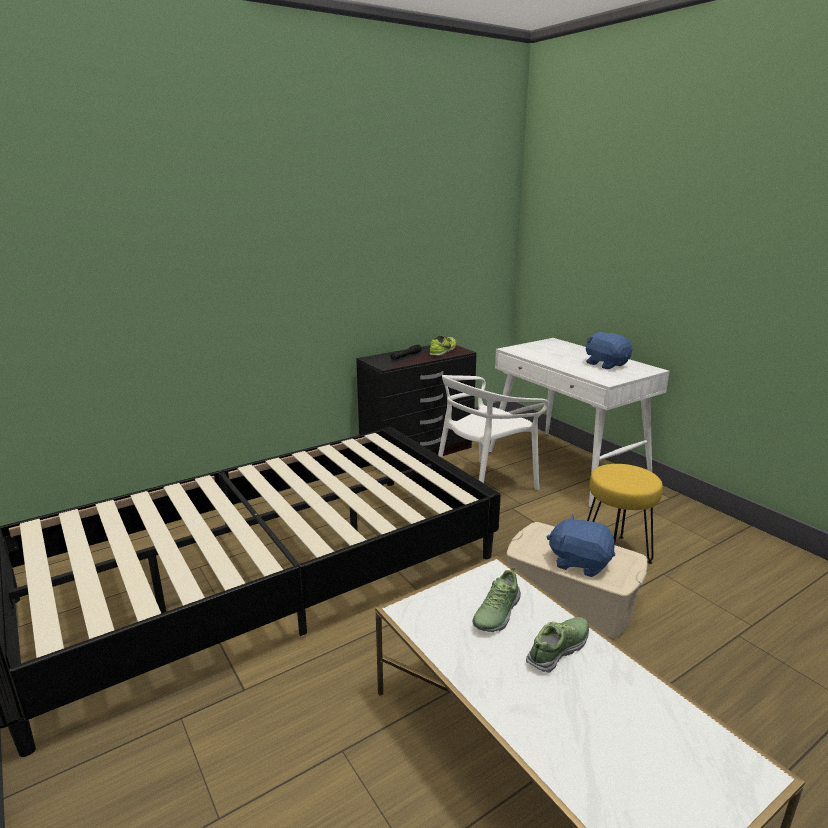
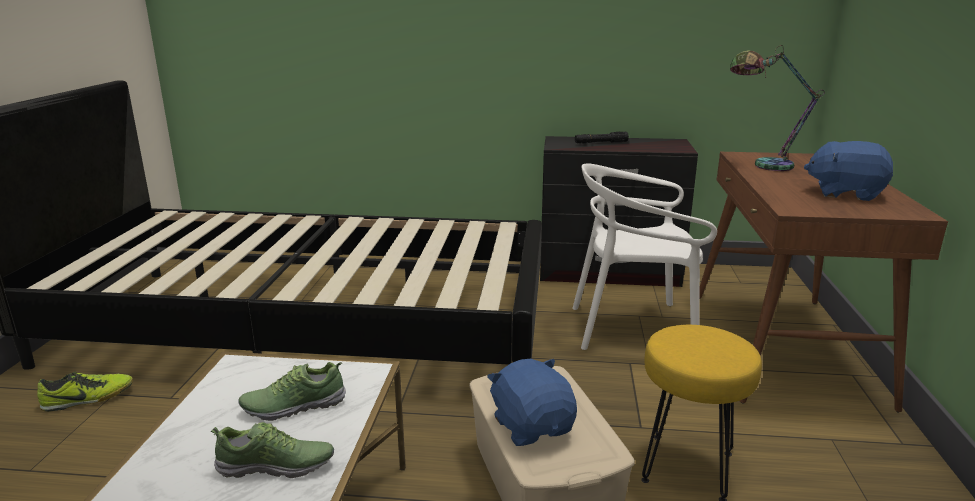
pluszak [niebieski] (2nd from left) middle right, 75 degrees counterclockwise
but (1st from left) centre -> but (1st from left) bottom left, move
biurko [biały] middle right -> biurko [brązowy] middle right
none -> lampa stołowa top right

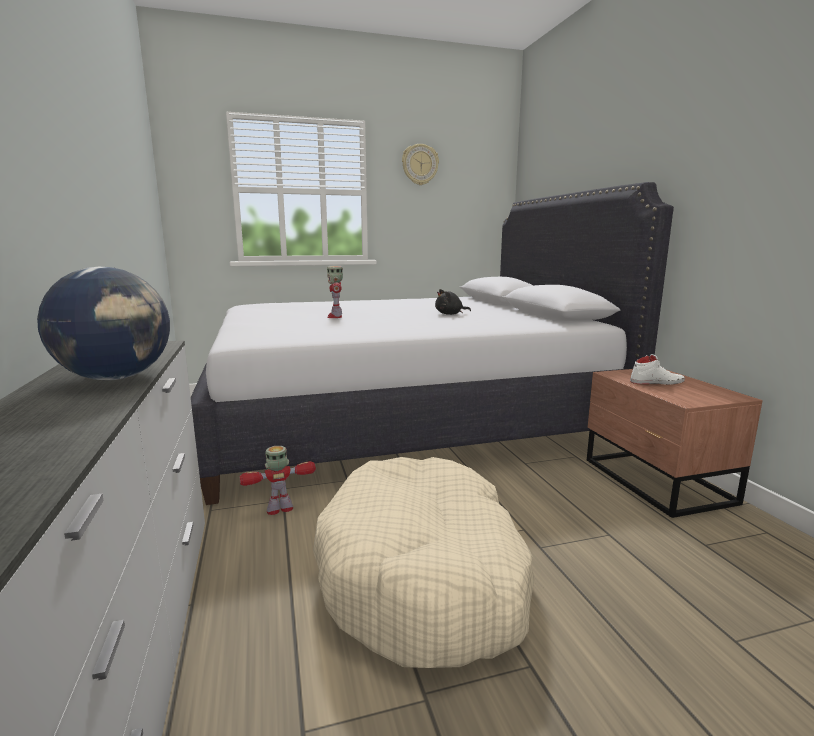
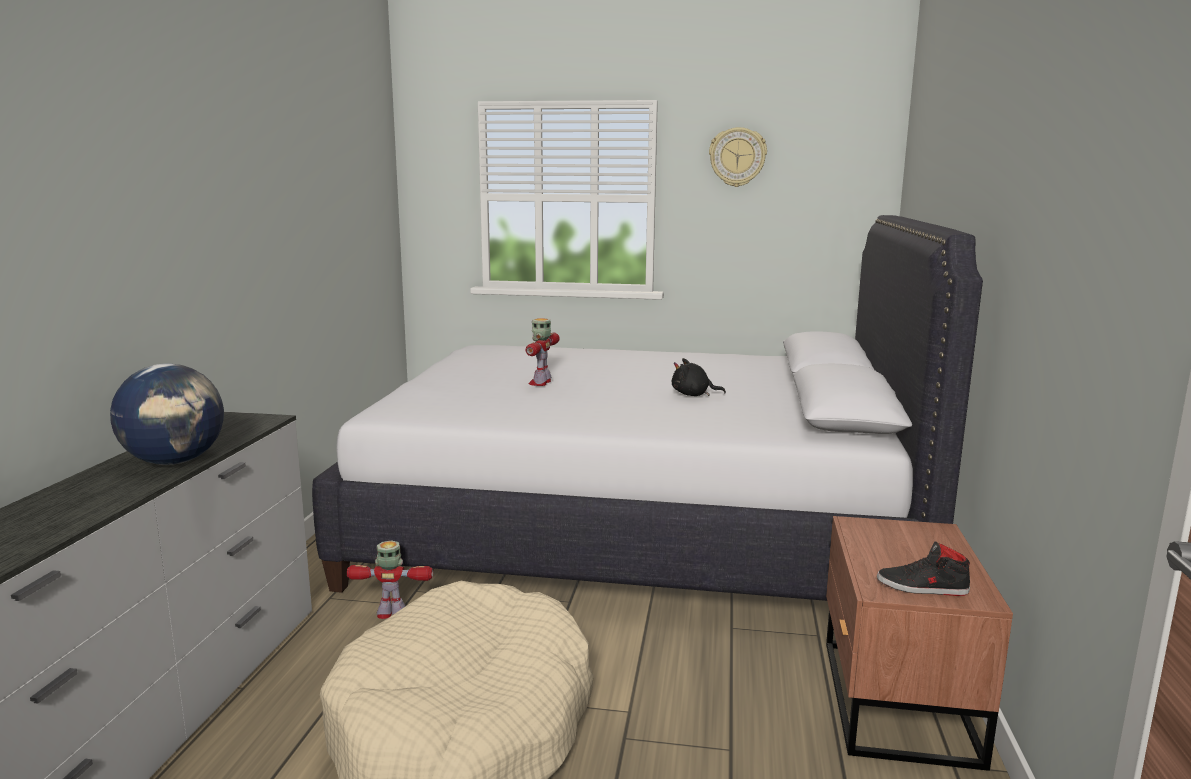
but [biały] middle right -> none
none -> but [czarny] bottom right

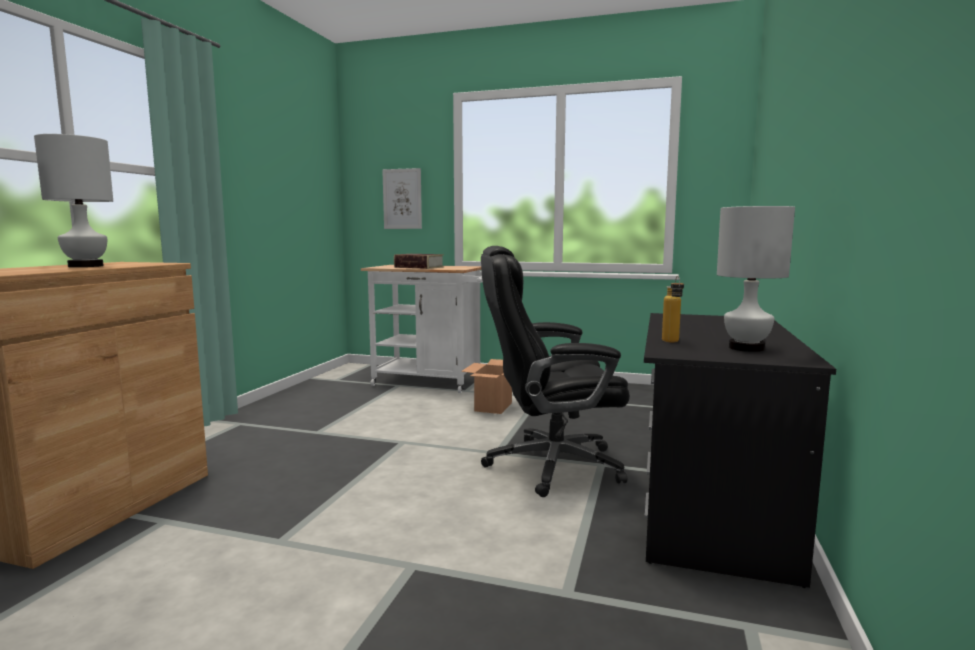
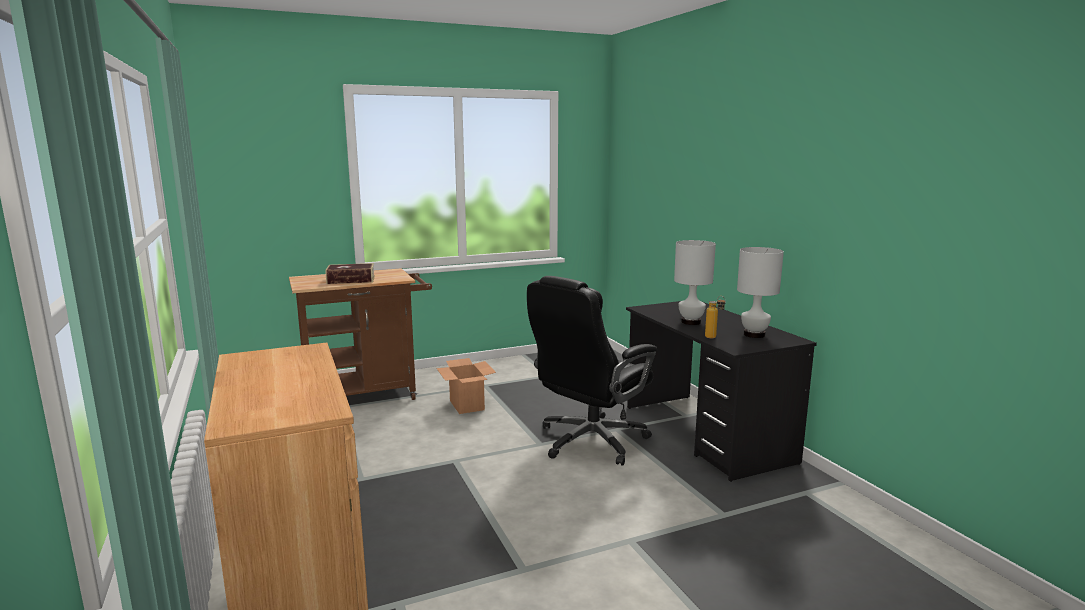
lampa stołowa [biały] (1st from left) top left -> lampa stołowa [biały] (1st from left) centre, move
obraz top centre -> none
wózek [biały] centre -> wózek [brązowy] middle left

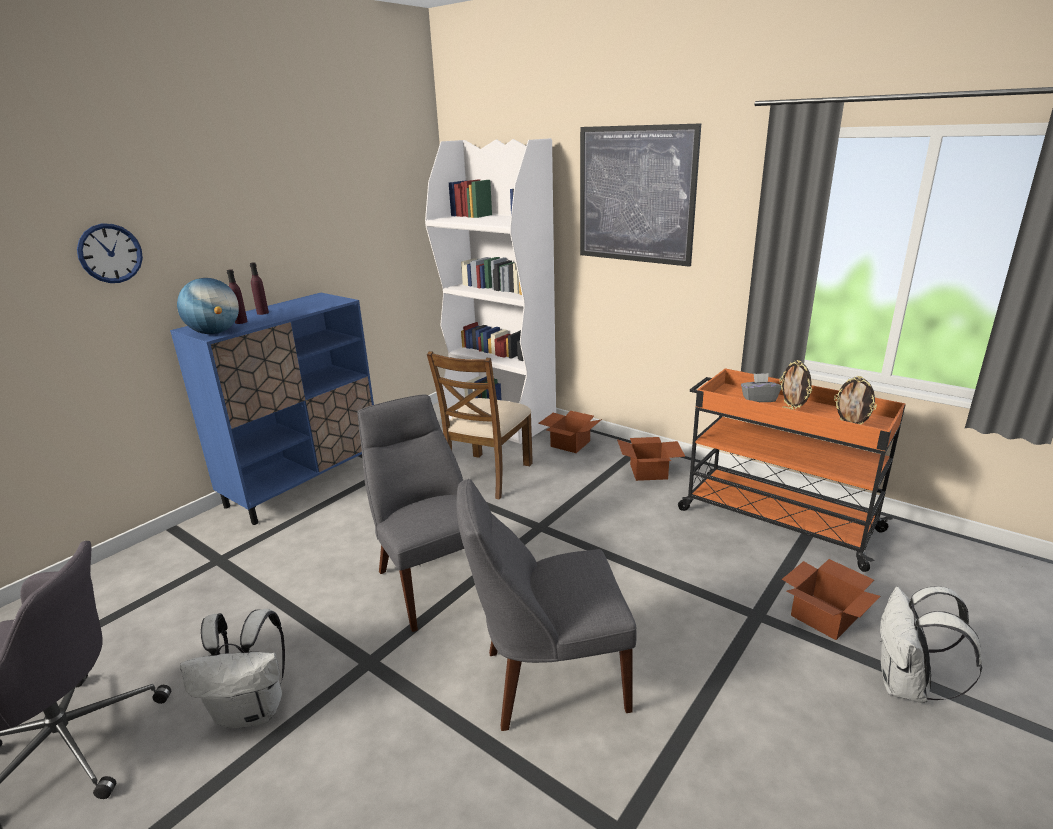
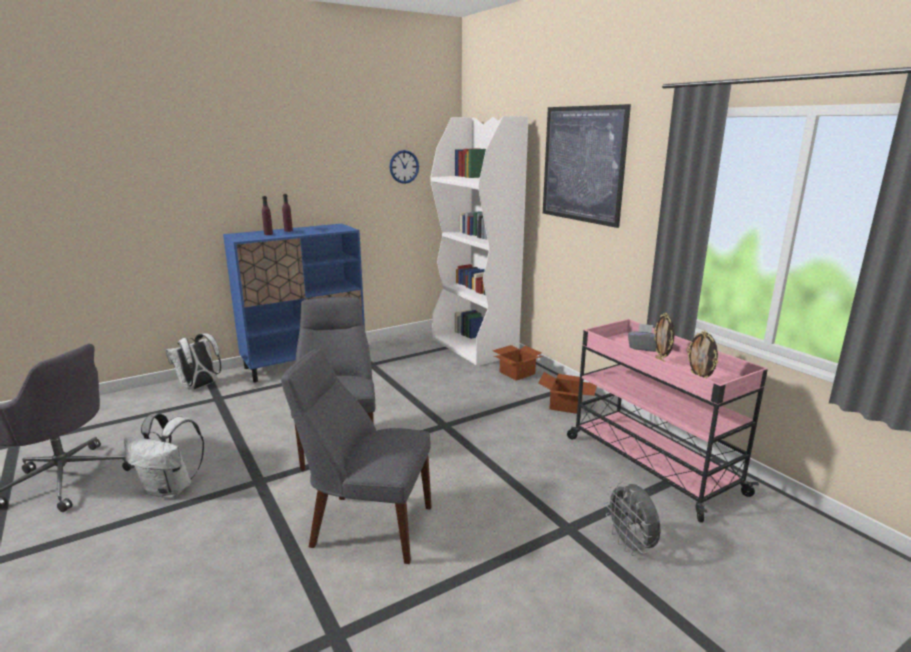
zegar ścienny top left -> zegar ścienny top centre, move
globus middle left -> none
krzesło [brązowy] centre -> none
wózek [pomarańczowy] middle right -> wózek [różowy] middle right
karton (3rd from left) bottom right -> wentylator [szary] bottom right
plecak [biały] (2nd from left) bottom right -> plecak [biały] (2nd from left) middle left, move

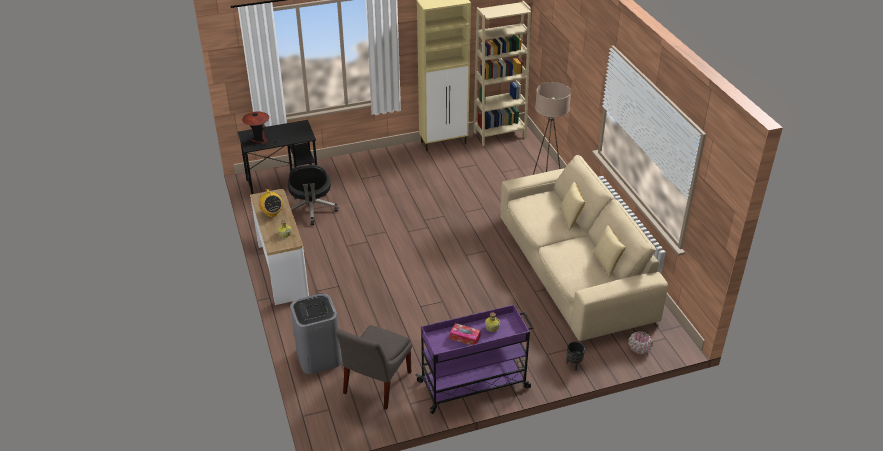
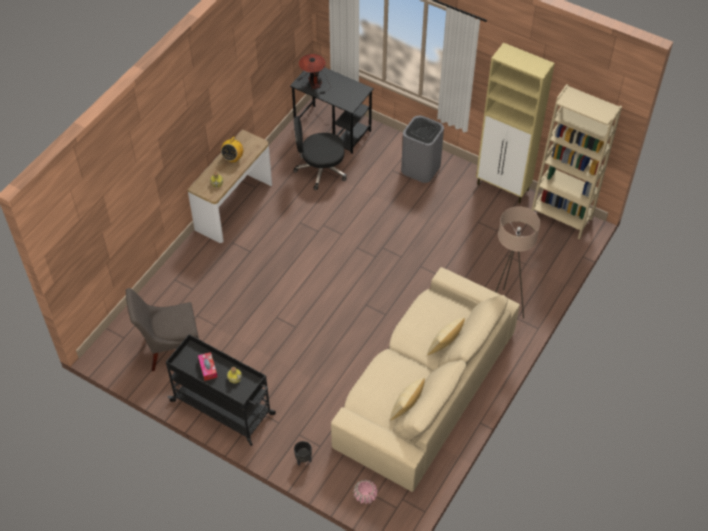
krzesło biurowe [czarny] centre -> krzesło biurowe [czarny] top centre, 45 degrees clockwise
kosz na śmieci [szary] bottom centre -> kosz na śmieci [szary] top centre, move
wózek [fioletowy] bottom centre -> wózek [czarny] bottom left

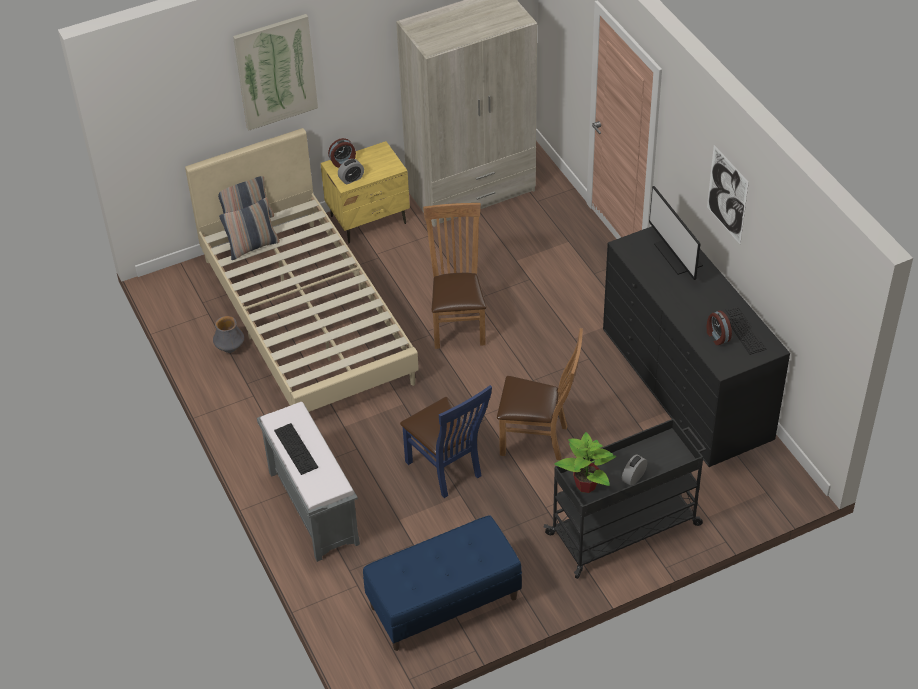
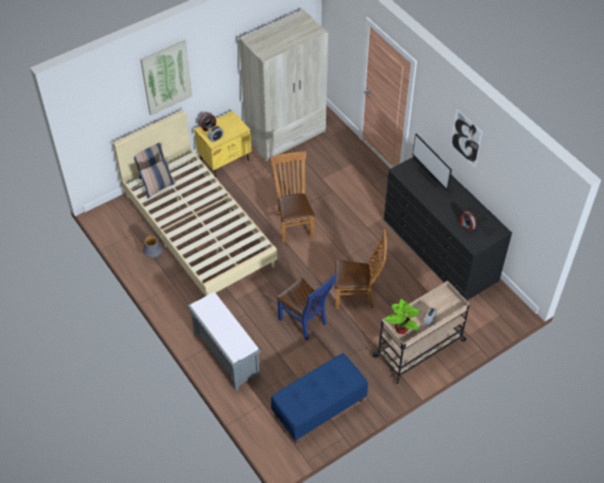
wózek [czarny] bottom right -> wózek [beżowy] bottom right
klawiatura (1st from left) middle left -> none

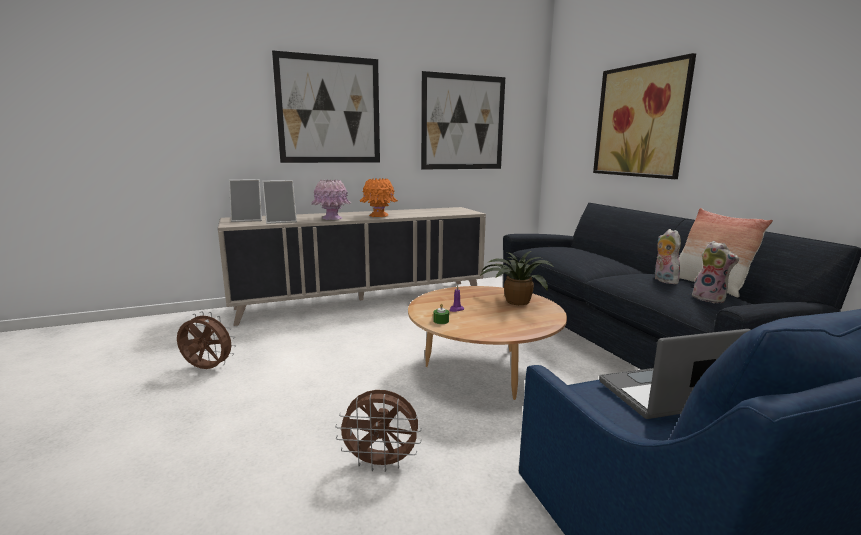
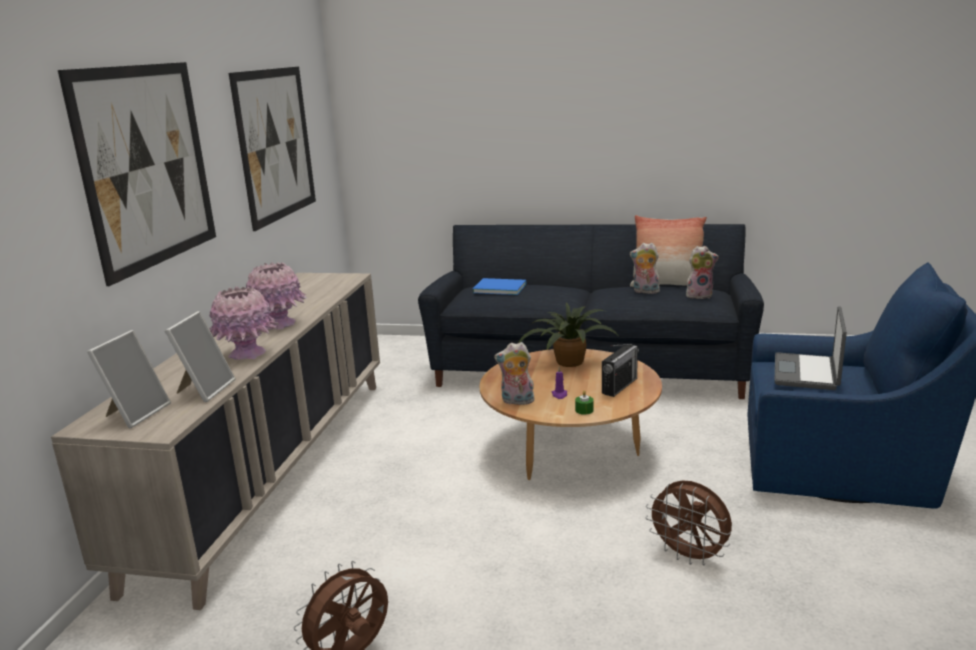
obraz (3rd from left) top right -> none
wazon [pomarańczowy] centre -> wazon [różowy] (2nd from left) middle left
wentylator [brązowy] (2nd from left) bottom centre -> wentylator [brązowy] (2nd from left) bottom right, 90 degrees clockwise
none -> książka [niebieski] centre
none -> pluszak (1st from left) centre
none -> radio centre

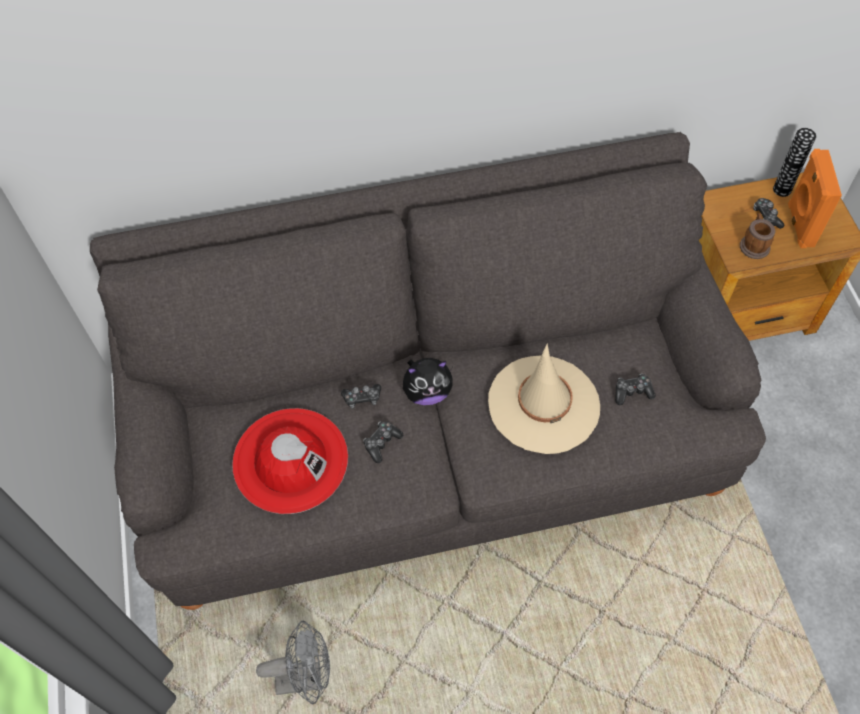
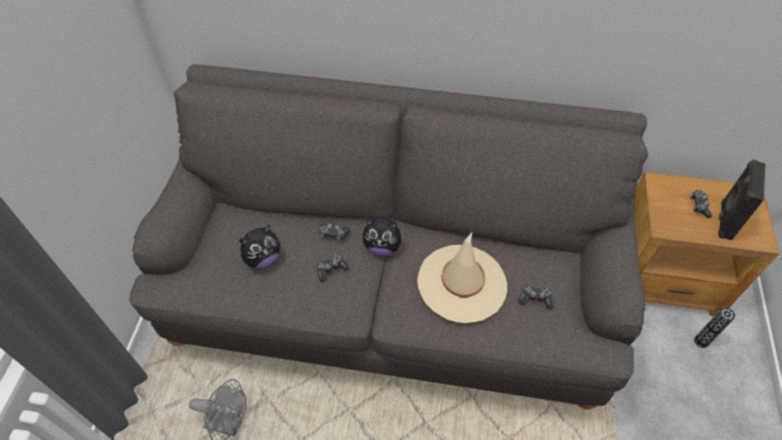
wazon top right -> wazon bottom right, move
głośnik [pomarańczowy] top right -> głośnik [czarny] middle right
kubek top right -> none
kapelusz [czerwony] centre -> pluszak (1st from left) middle left

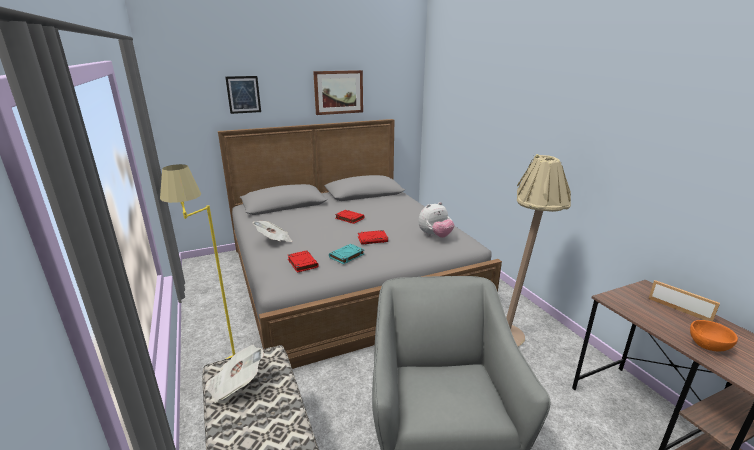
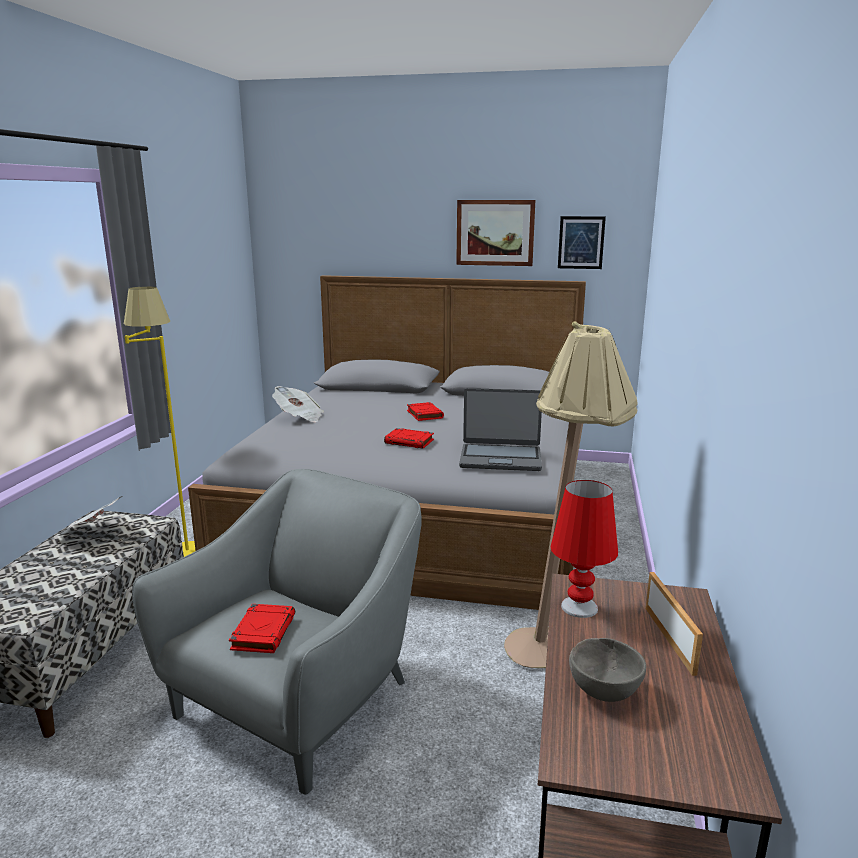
obraz (1st from left in the first image) top left -> obraz (2nd from left) top right, move
pluszak centre -> laptop centre
książka [turkusowy] centre -> none
książka [czerwony] (1st from left) centre -> książka [czerwony] (1st from left) bottom left, move
miska [pomarańczowy] bottom right -> miska [szary] bottom right
none -> lampa stołowa [czerwony] middle right

